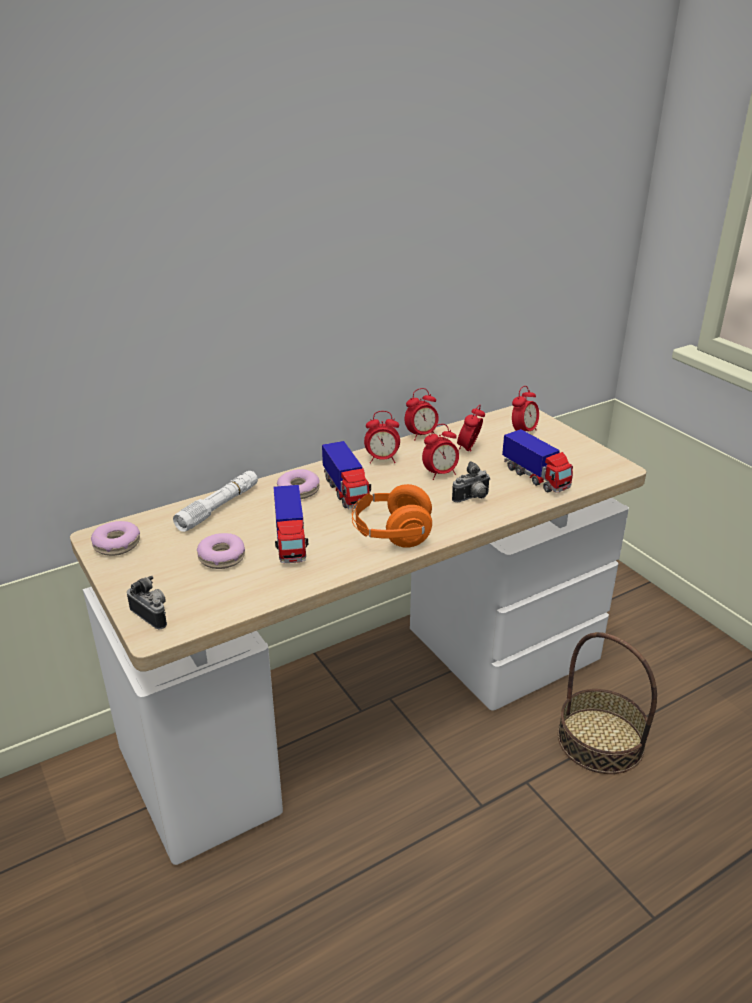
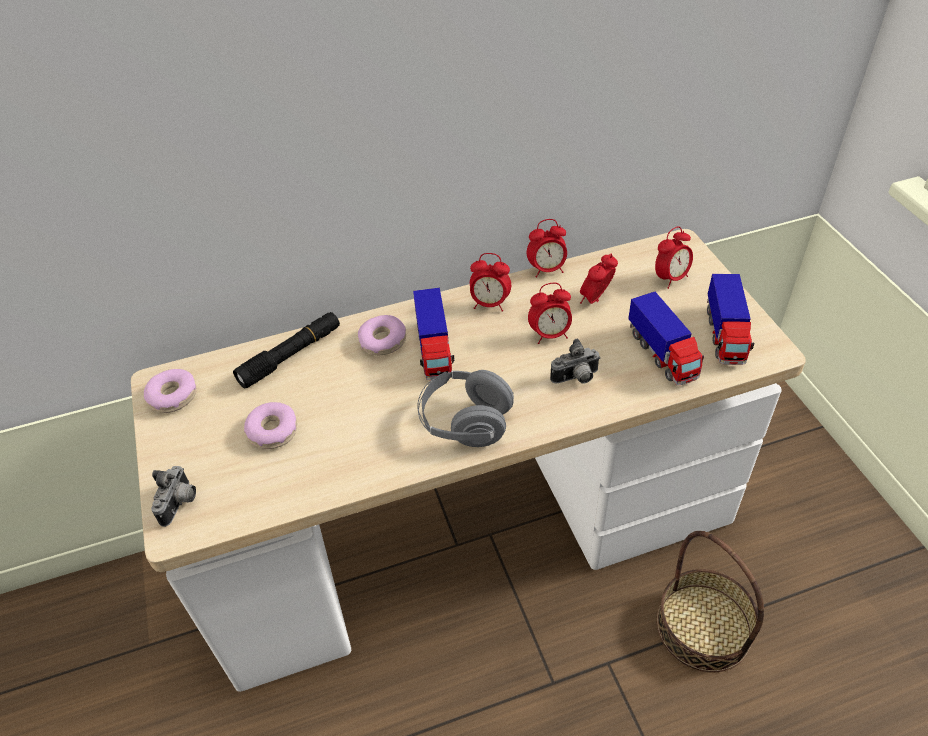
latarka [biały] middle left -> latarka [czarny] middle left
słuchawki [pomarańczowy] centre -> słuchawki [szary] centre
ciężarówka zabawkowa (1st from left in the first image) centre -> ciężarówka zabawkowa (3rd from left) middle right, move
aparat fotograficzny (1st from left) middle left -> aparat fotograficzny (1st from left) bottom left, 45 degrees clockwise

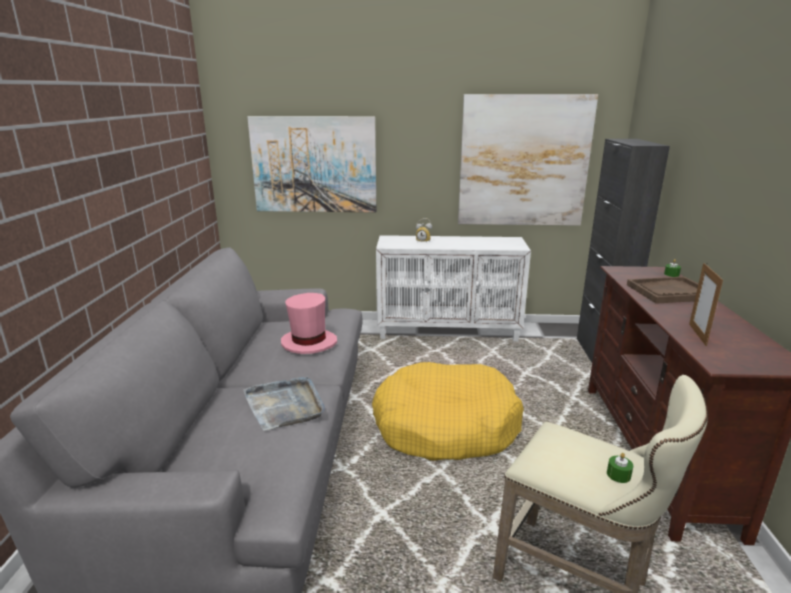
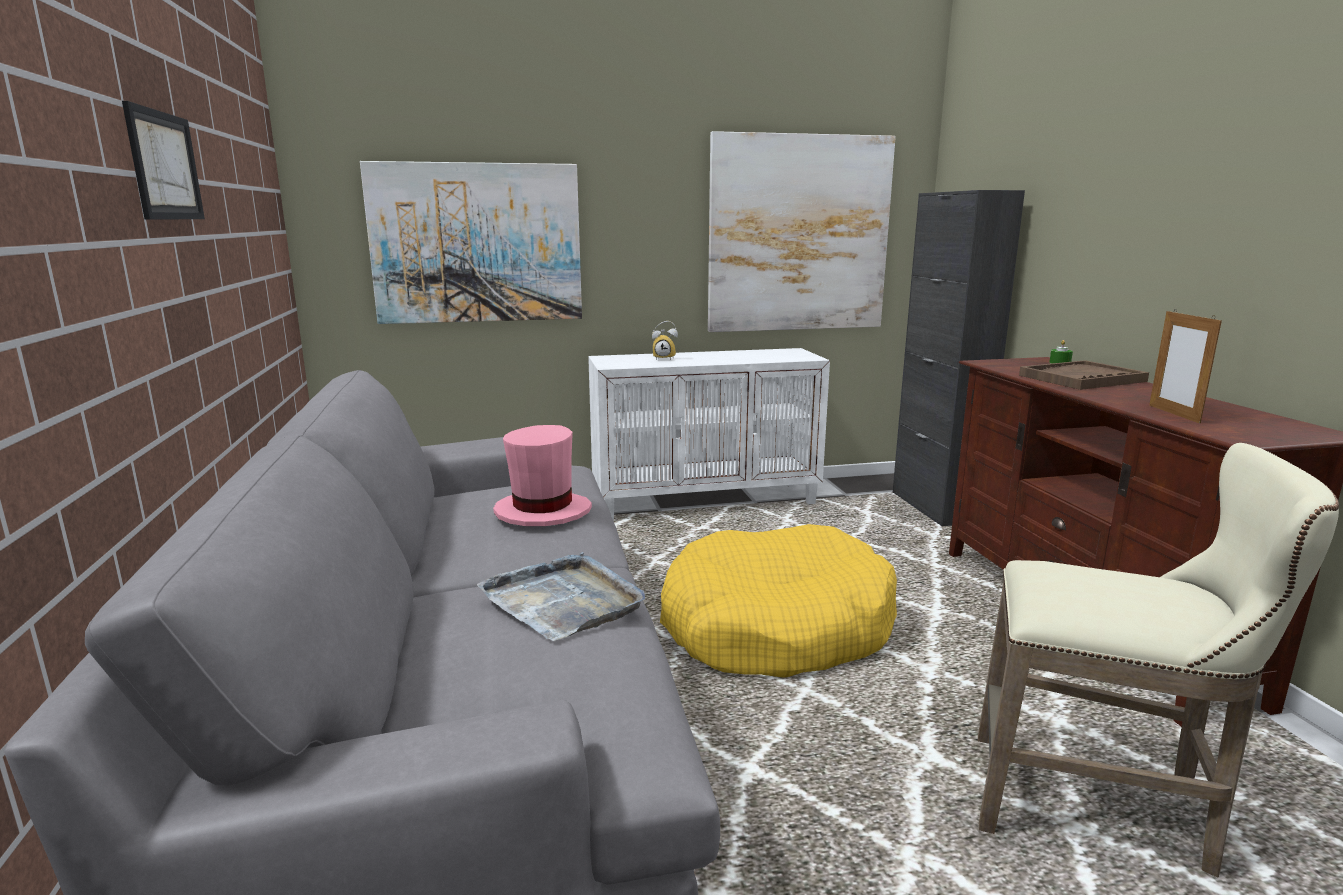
świeca [zielony] (1st from left) bottom right -> none
none -> obraz (1st from left) top left

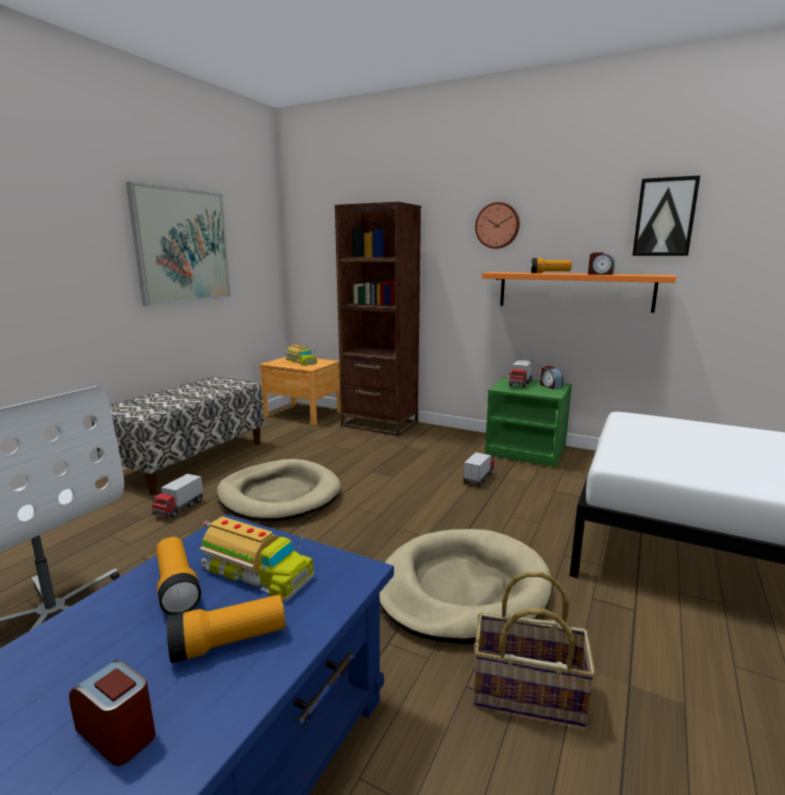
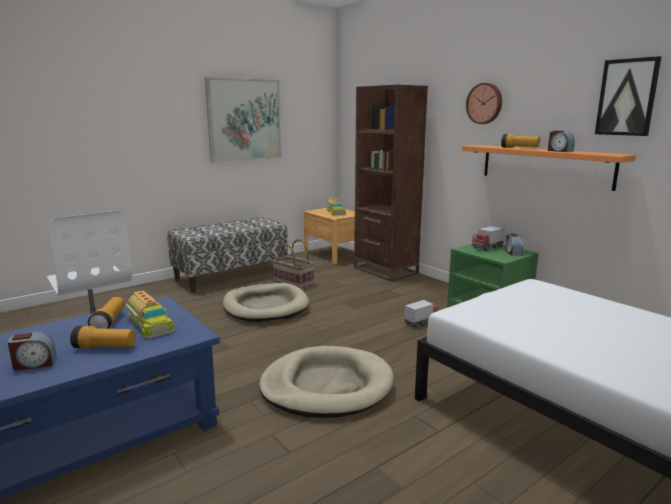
ciężarówka zabawkowa (1st from left) middle left -> none
koszyk bottom right -> koszyk centre, move
budzik (1st from left) bottom left, 105 degrees clockwise

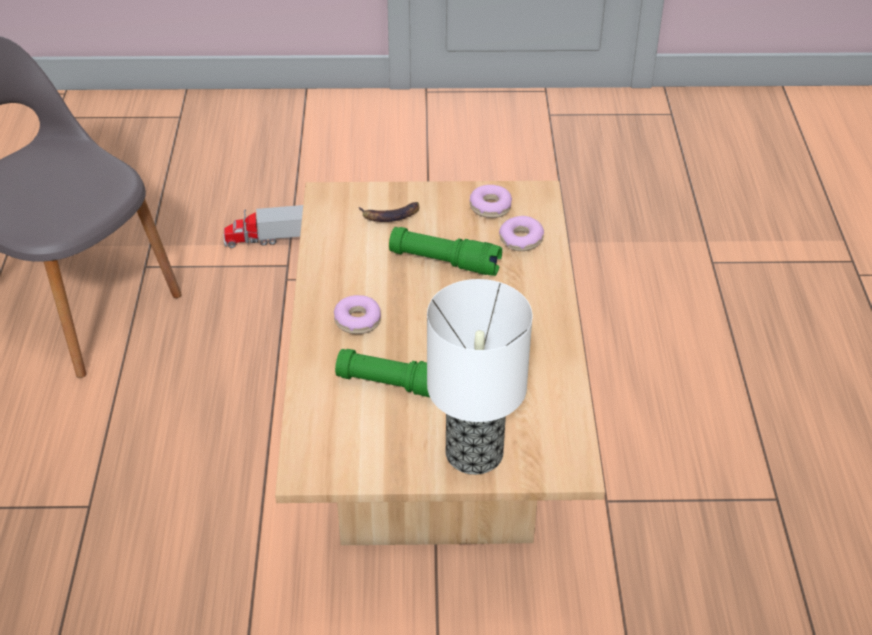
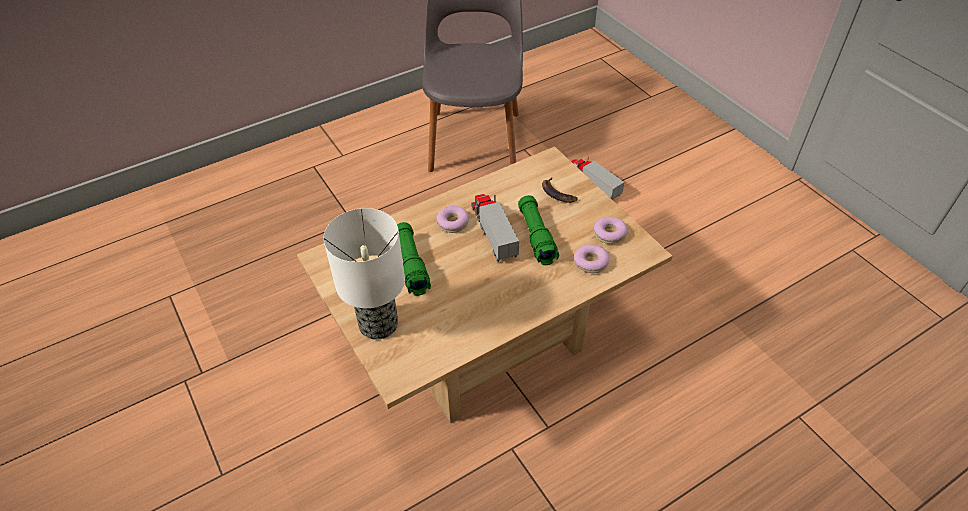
none -> ciężarówka zabawkowa (1st from left) centre

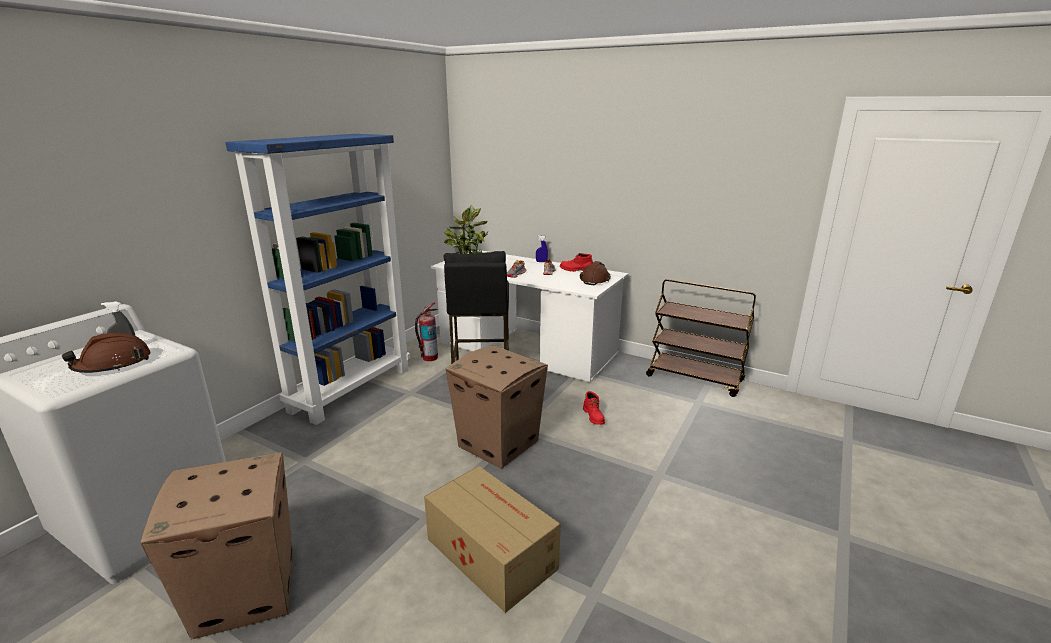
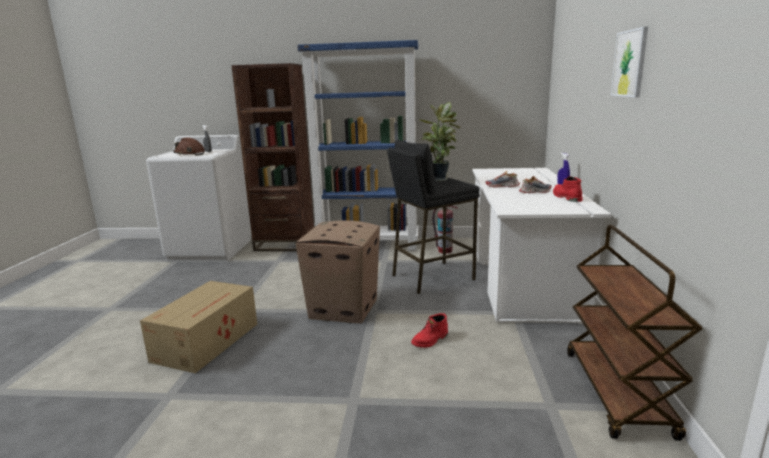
kask [brązowy] (2nd from left) centre -> none
karton (1st from left) bottom left -> none
none -> obraz top right
none -> regał [brązowy] centre

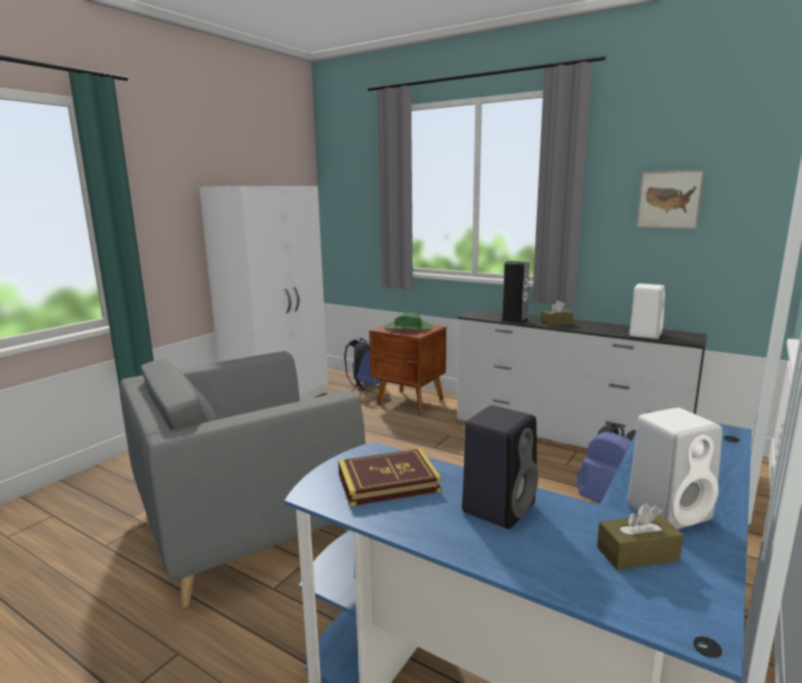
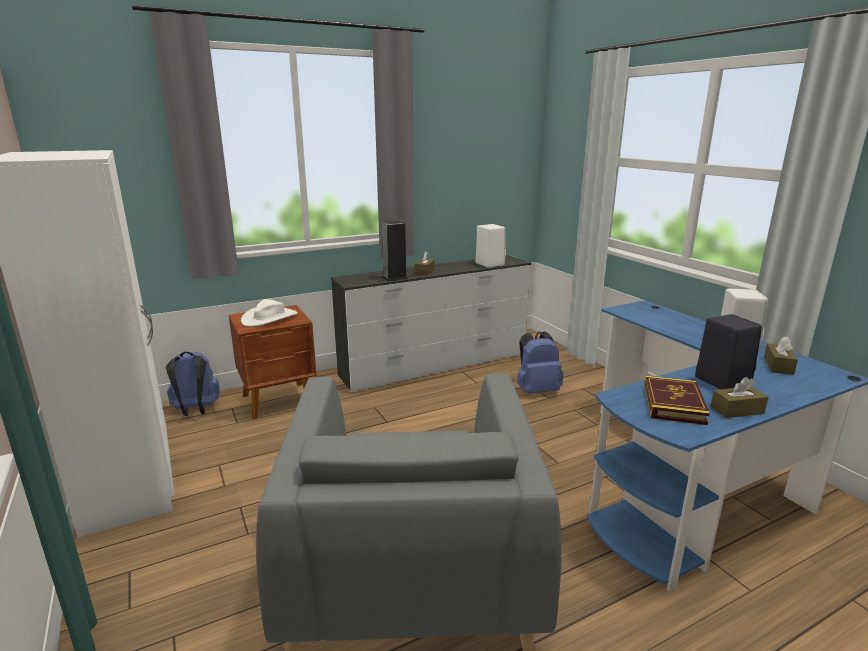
obraz top right -> none
kapelusz [zielony] centre -> kapelusz [biały] middle left
none -> pudełko chusteczek [brązowy] (2nd from left) middle right

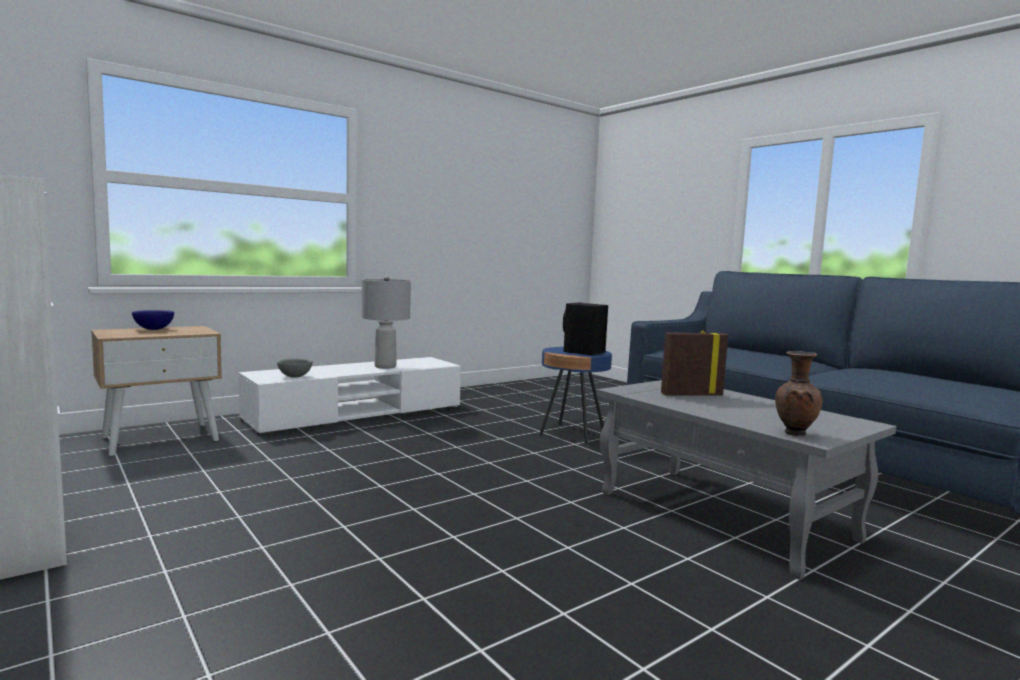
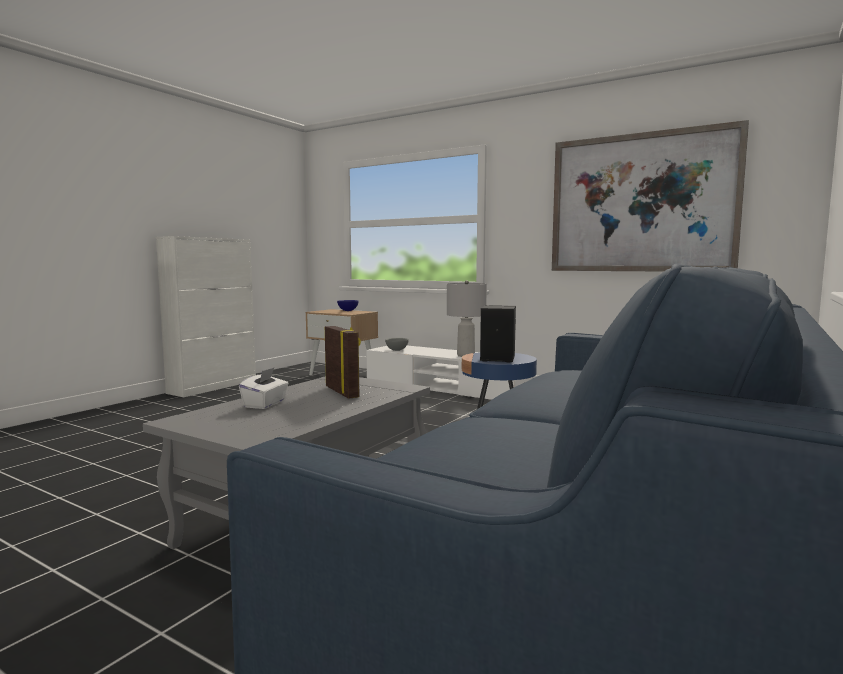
wazon [brązowy] middle right -> none
none -> obraz top right
none -> pudełko chusteczek [biały] middle left

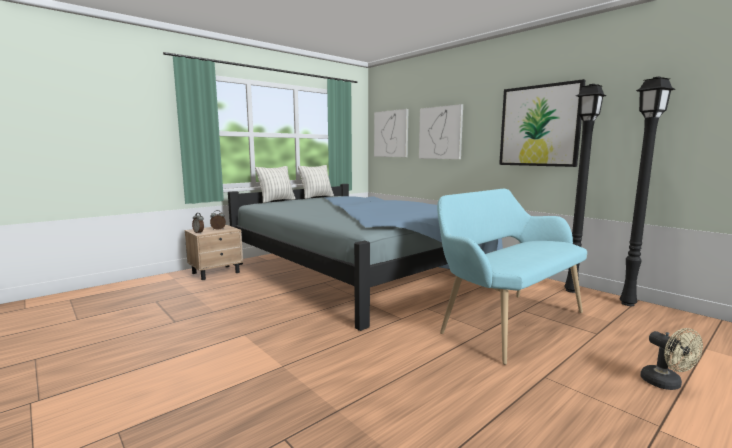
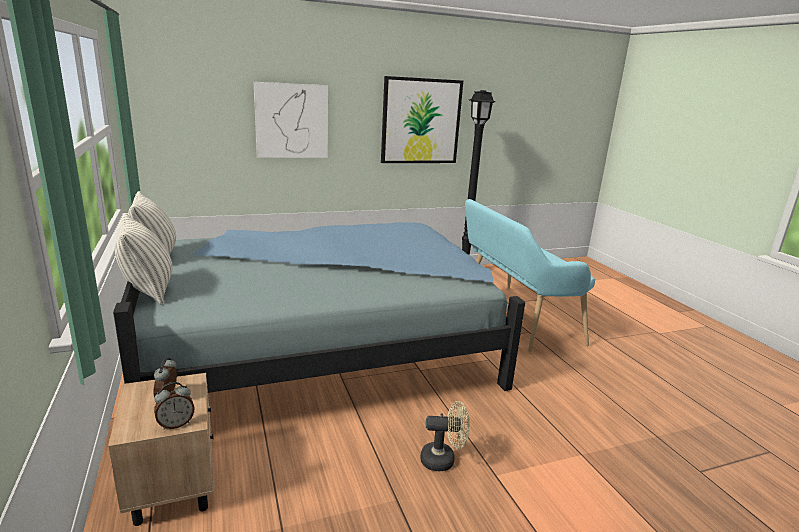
lampa stojąca [czarny] (2nd from left) middle right -> none
obraz (1st from left) top centre -> none
wentylator [beżowy] bottom right -> wentylator [beżowy] bottom centre, move

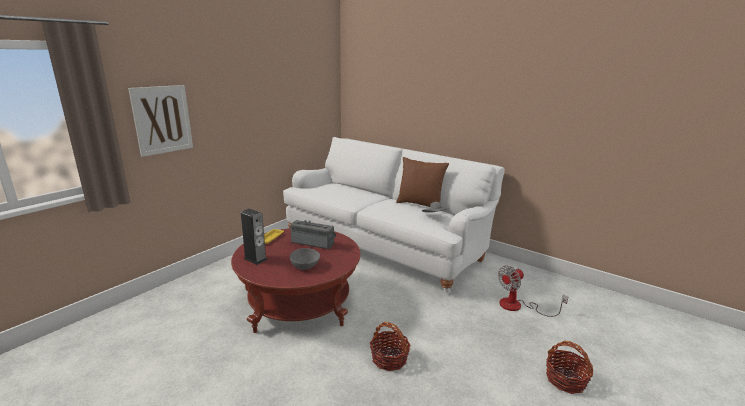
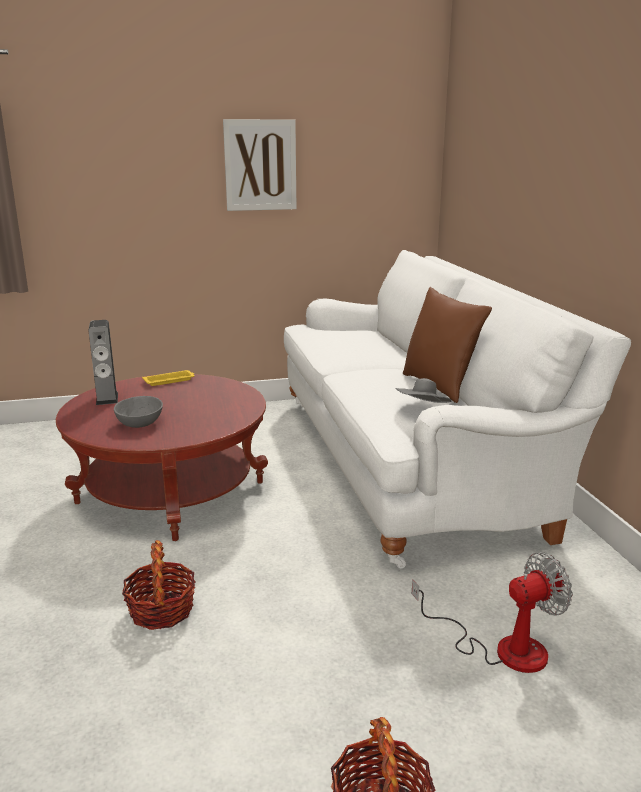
obraz top left -> obraz top centre, move
radio centre -> none
wentylator bottom right, 150 degrees clockwise

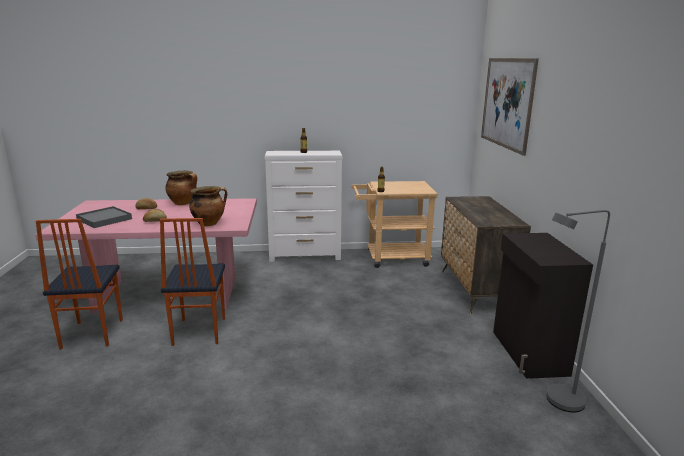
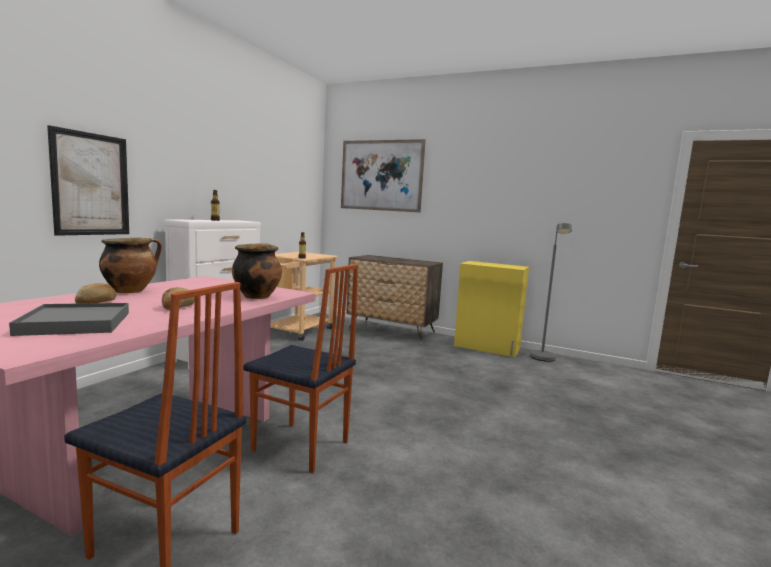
szafka [czarny] bottom right -> szafka [żółty] centre
none -> obraz (1st from left) top left

